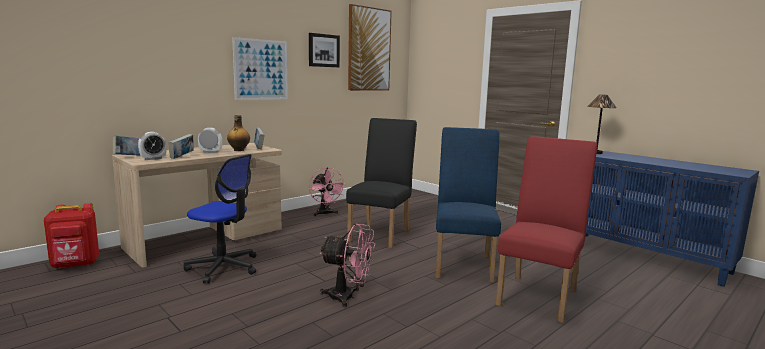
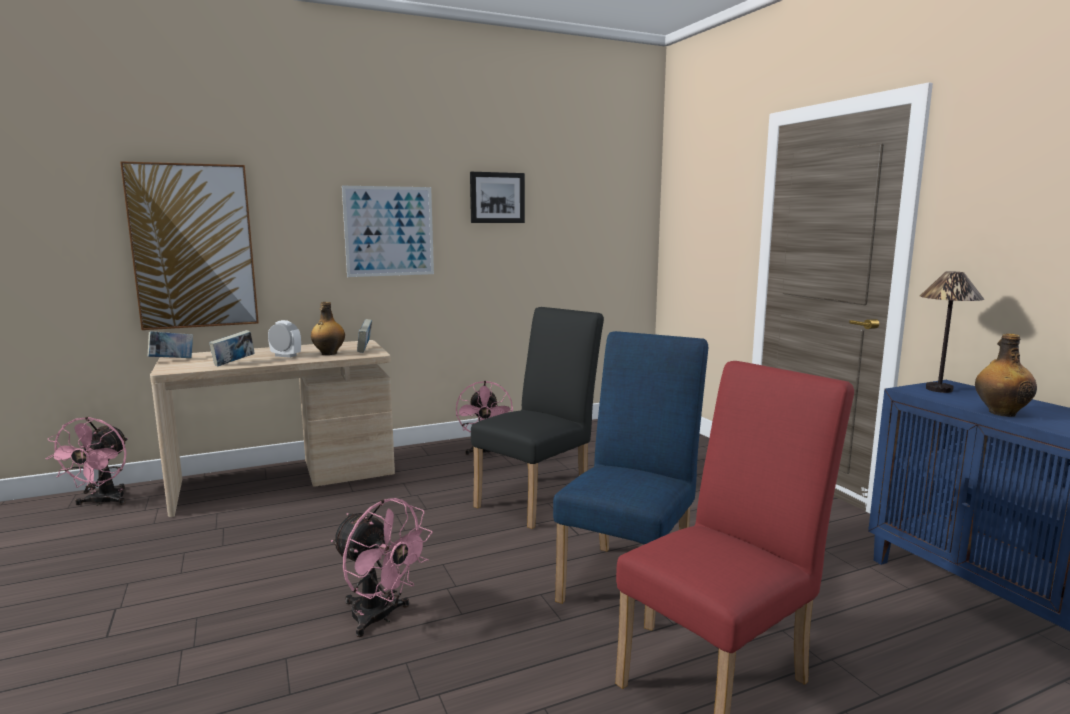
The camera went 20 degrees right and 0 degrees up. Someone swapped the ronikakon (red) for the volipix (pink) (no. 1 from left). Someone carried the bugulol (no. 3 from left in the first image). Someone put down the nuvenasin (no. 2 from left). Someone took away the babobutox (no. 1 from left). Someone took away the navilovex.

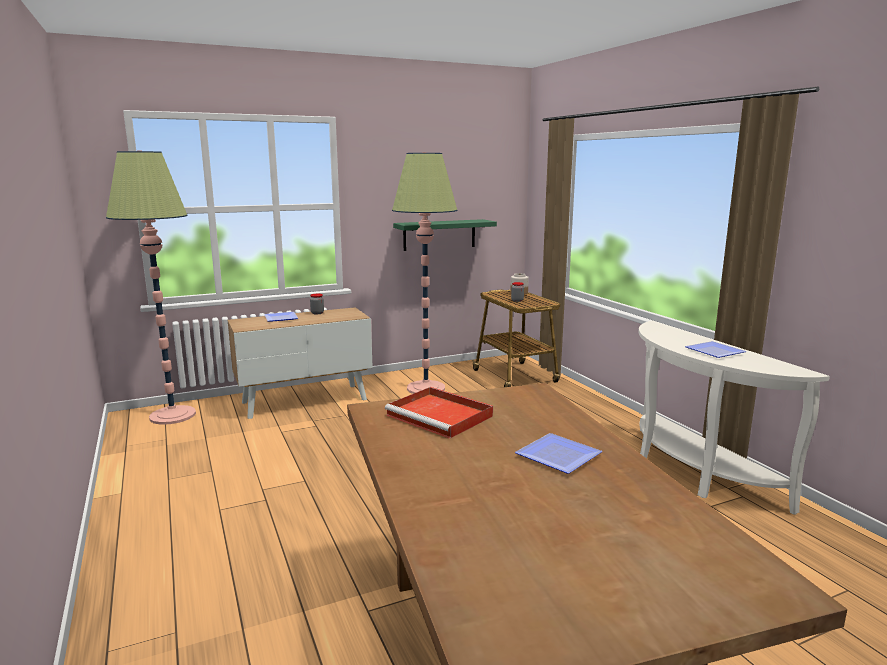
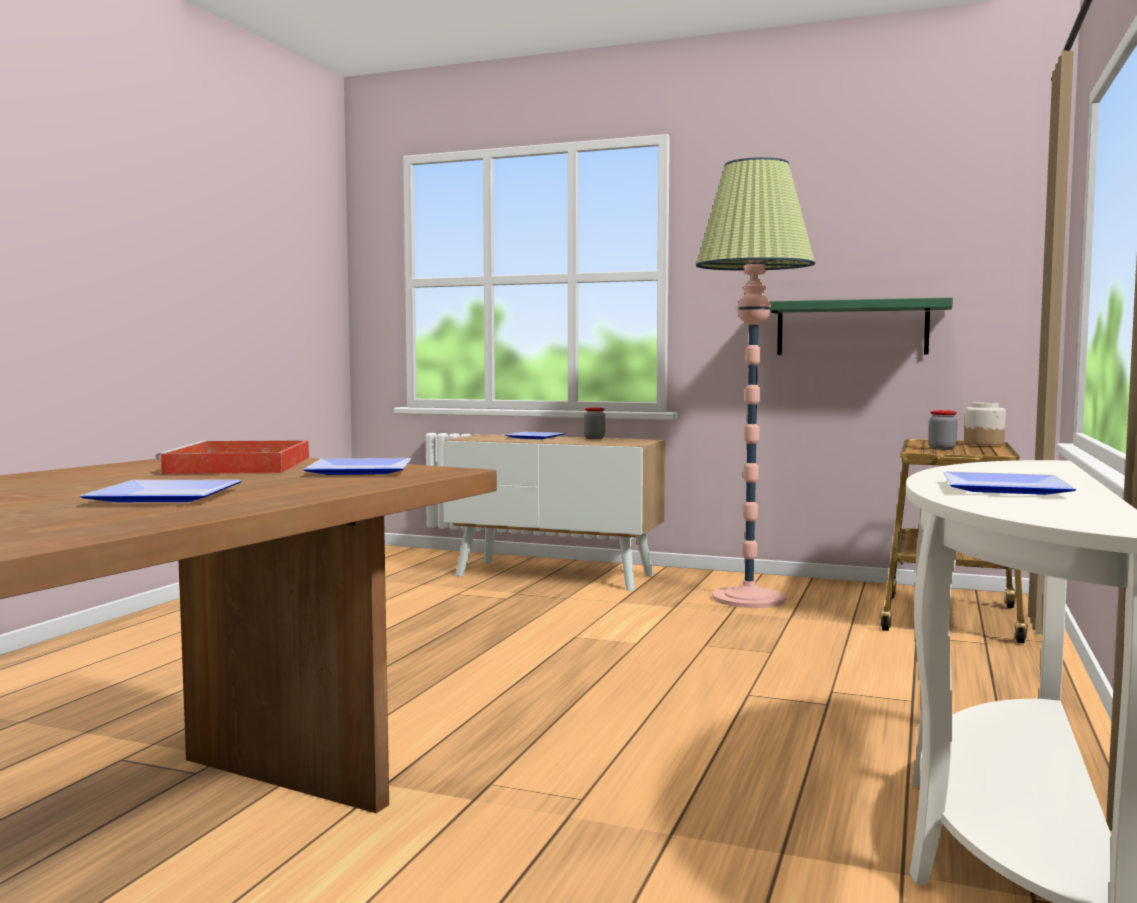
The camera went 45 degrees right and 10 degrees down. Someone put down the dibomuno (no. 2 from left). Someone took away the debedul (no. 1 from left).

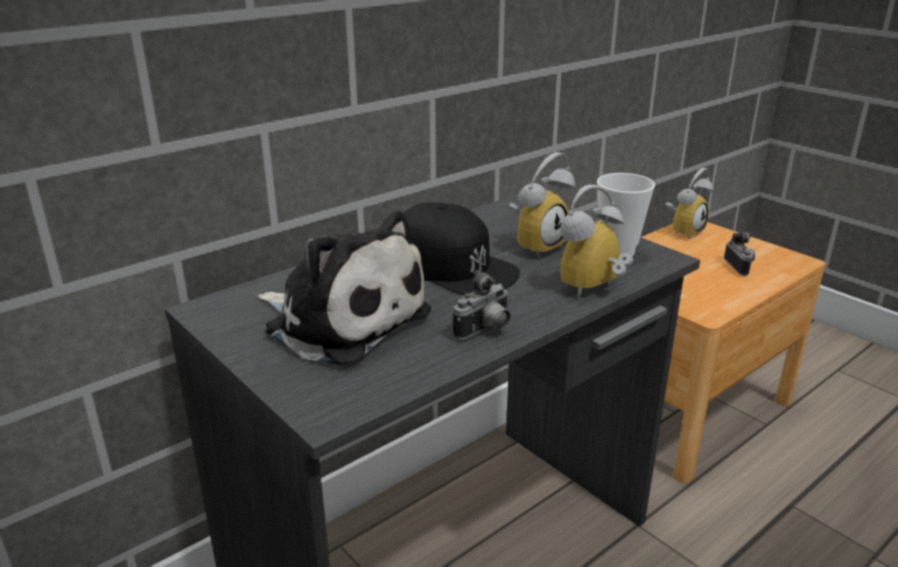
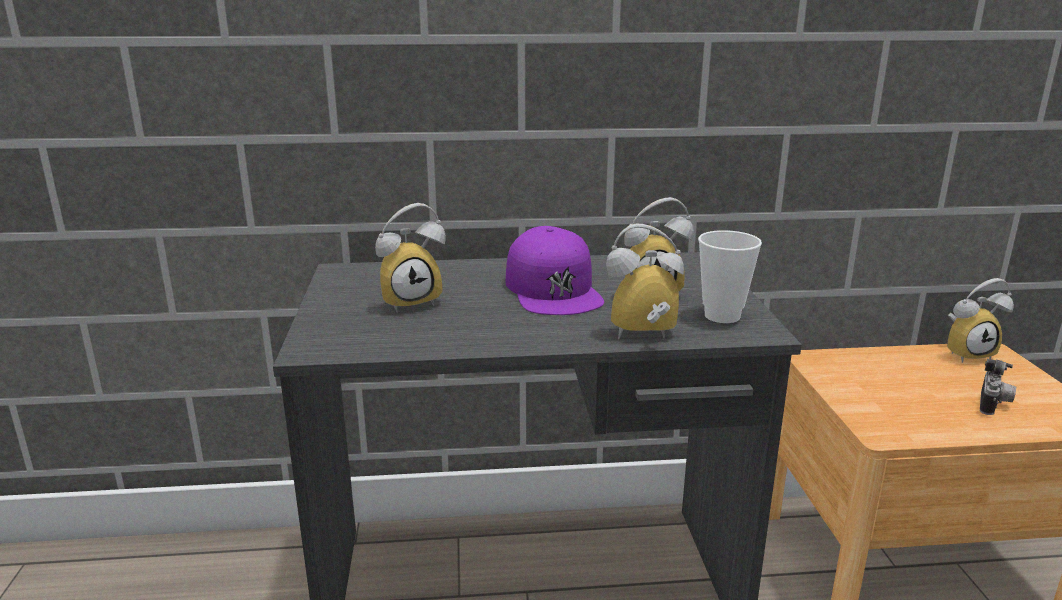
The camera went 35 degrees right and 5 degrees down. Someone swapped the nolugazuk for the babobutox (no. 1 from left). Someone repainted the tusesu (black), which became the tusesu (purple). Someone took away the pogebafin (no. 1 from left).

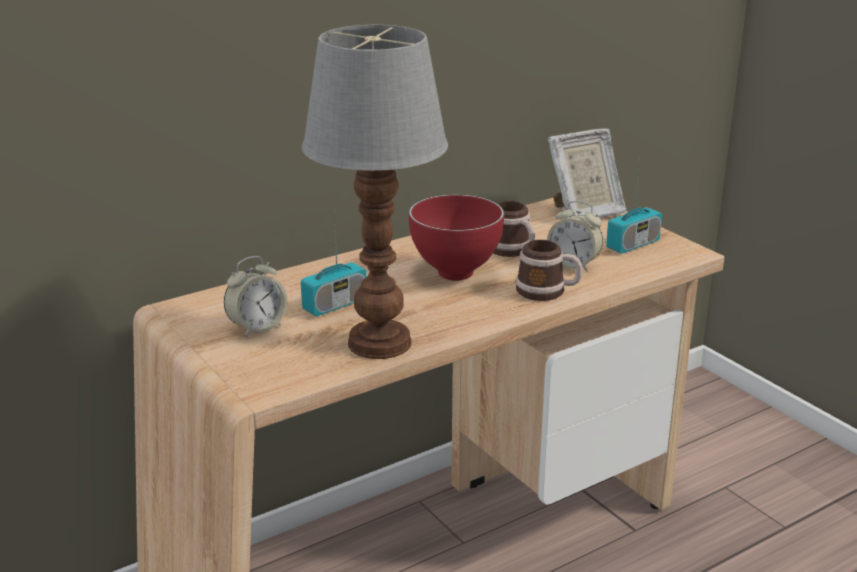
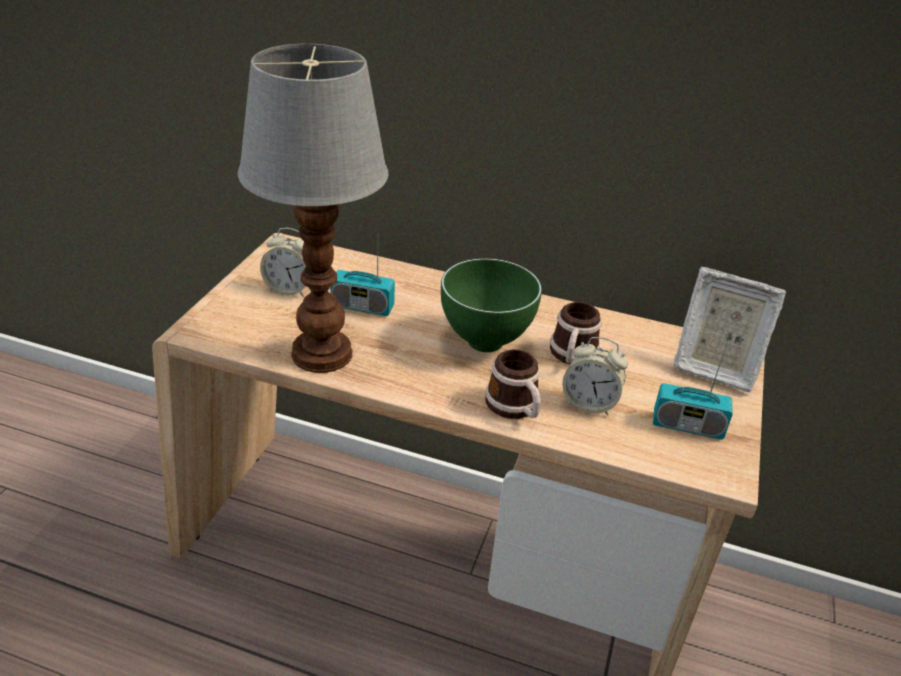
The camera went 50 degrees right and 10 degrees up. Someone repainted the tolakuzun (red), which became the tolakuzun (green). Someone rotated the babobutox (no. 2 from left) by 60 degrees counterclockwise.

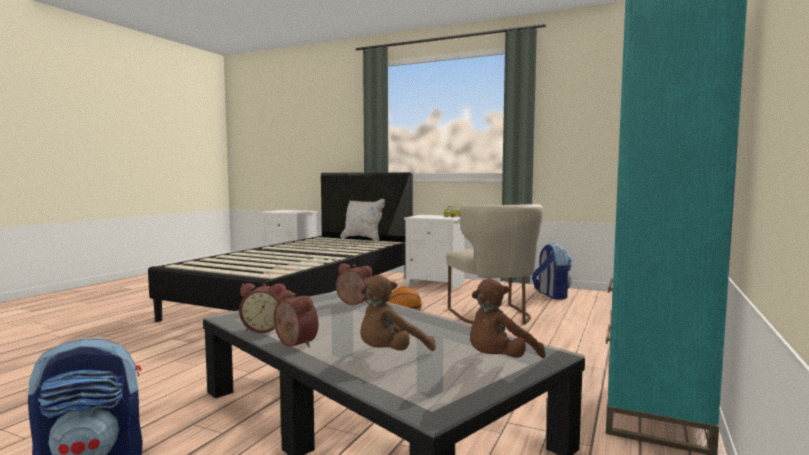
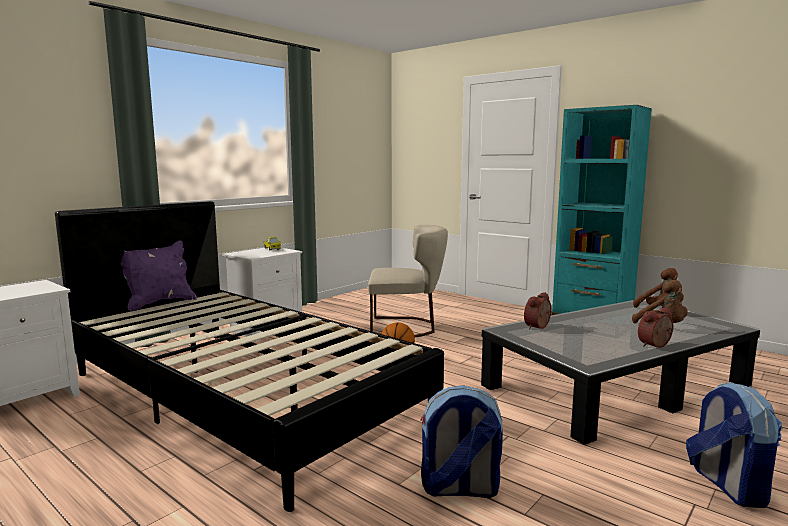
The camera went 75 degrees left and 5 degrees up. Someone repainted the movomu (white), which became the movomu (purple). Someone carried the ronikakon (no. 2 from left in the first image). Someone took away the babobutox (no. 1 from left).

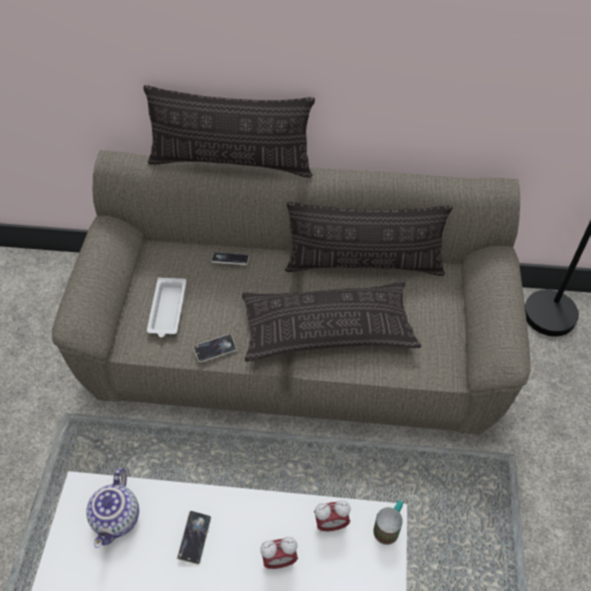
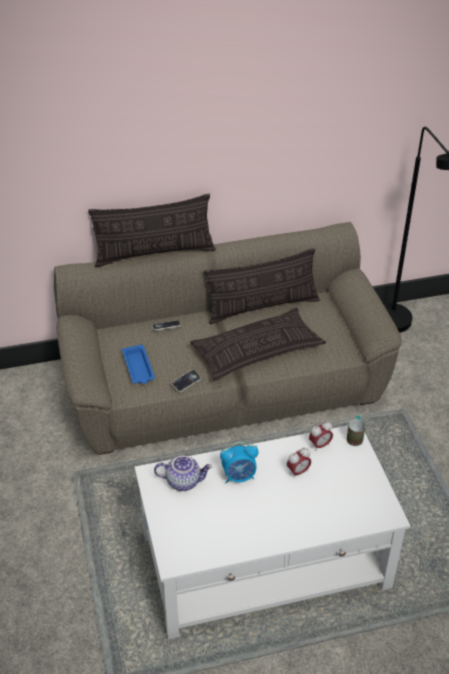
The camera went 20 degrees left and 10 degrees down. Someone repainted the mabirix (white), which became the mabirix (blue). Someone rotated the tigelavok by 75 degrees counterclockwise. Someone swapped the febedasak (no. 1 from left) for the babobutox (no. 1 from left).

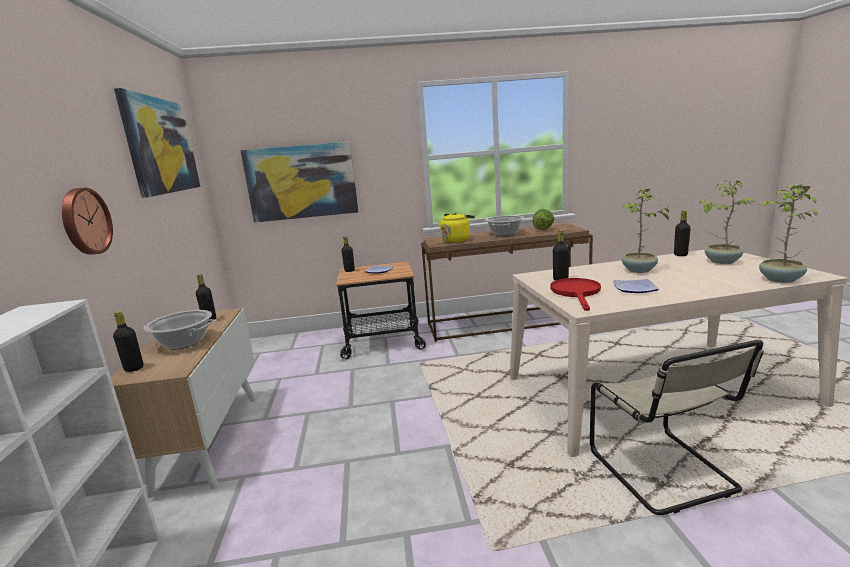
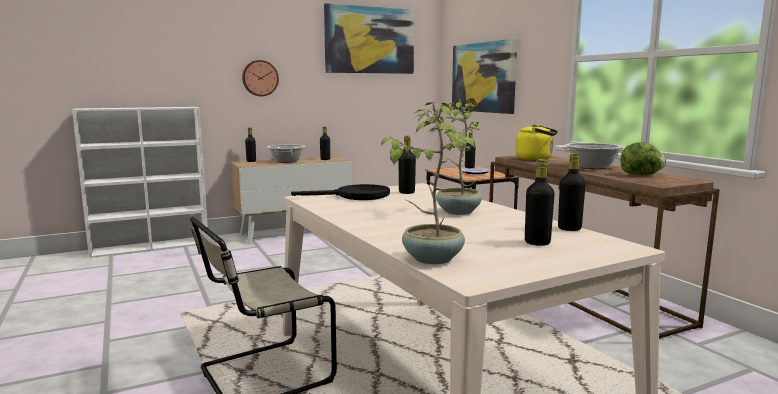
The camera went 70 degrees right and 5 degrees down. Someone repainted the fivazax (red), which became the fivazax (black). Someone swapped the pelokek (no. 2 from left) for the nuvenasin (black) (no. 5 from left). Someone took away the dibomuno (no. 2 from left).

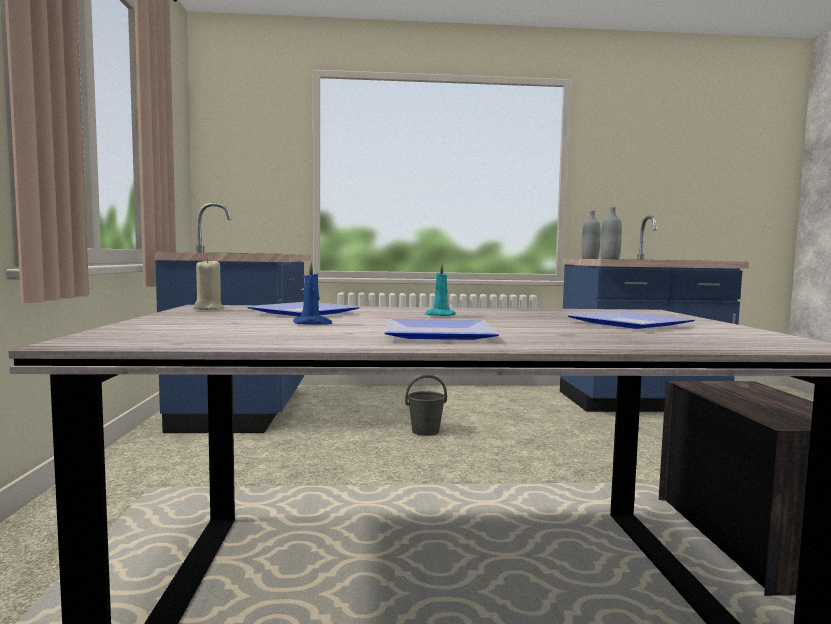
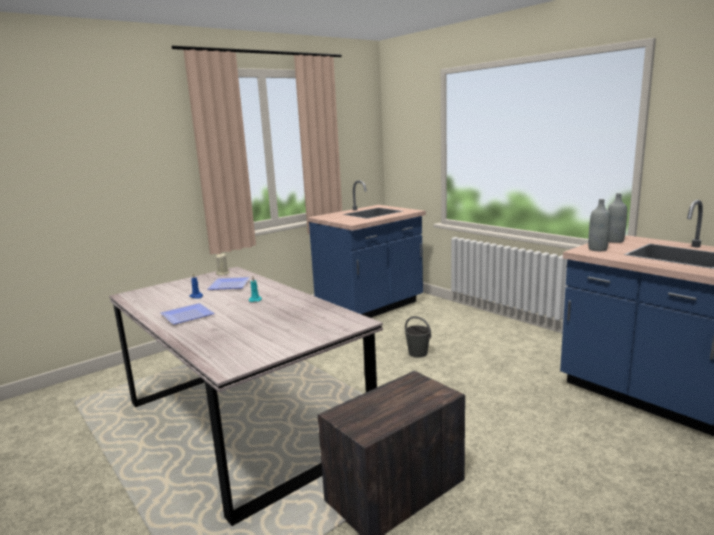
The camera went 55 degrees right and 10 degrees up. Someone took away the dibomuno (no. 3 from left).

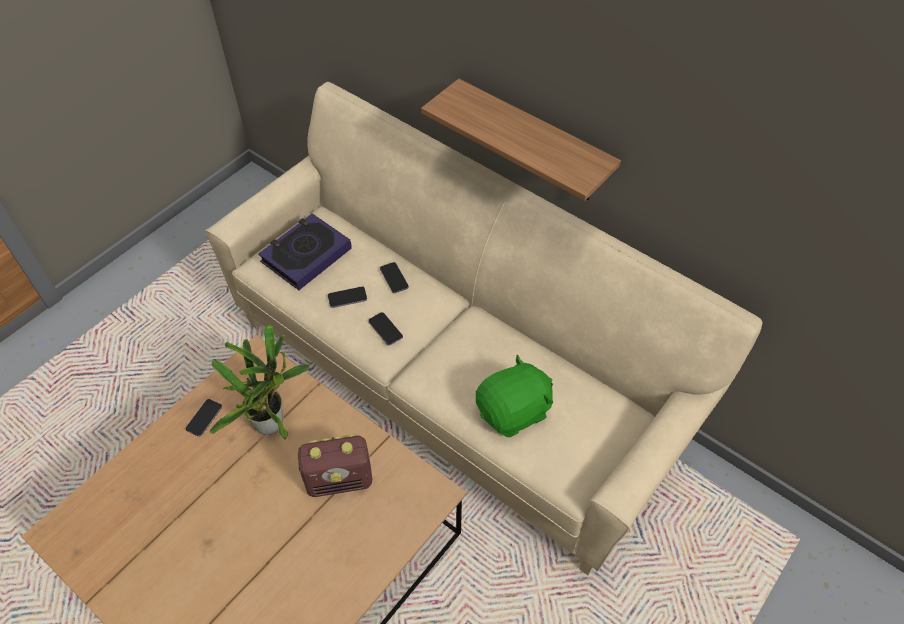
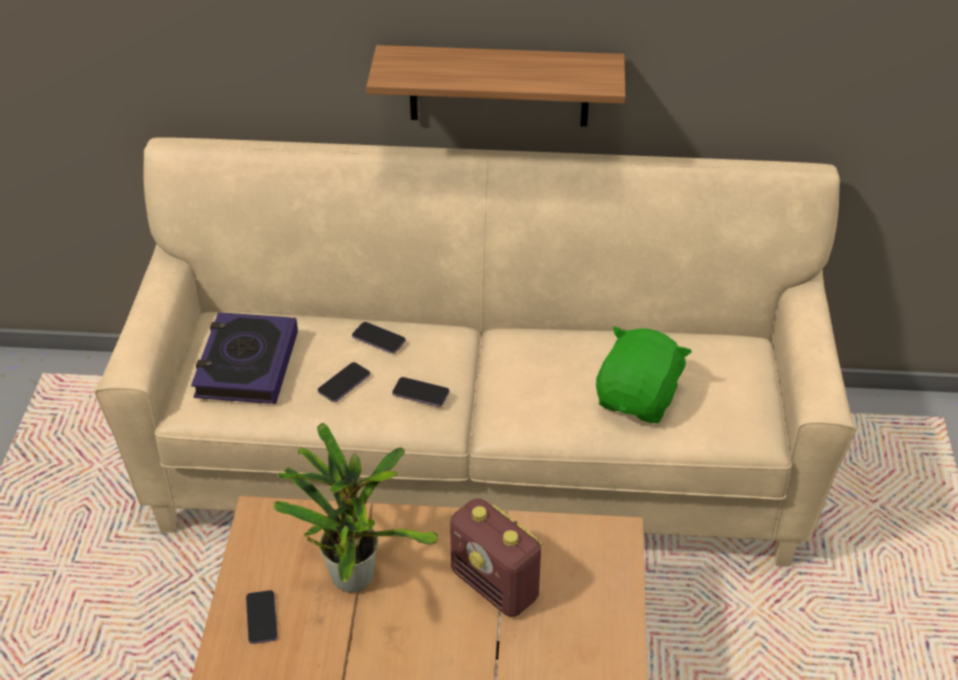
The camera went 35 degrees left and 10 degrees down. Someone rotated the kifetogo by 90 degrees clockwise.

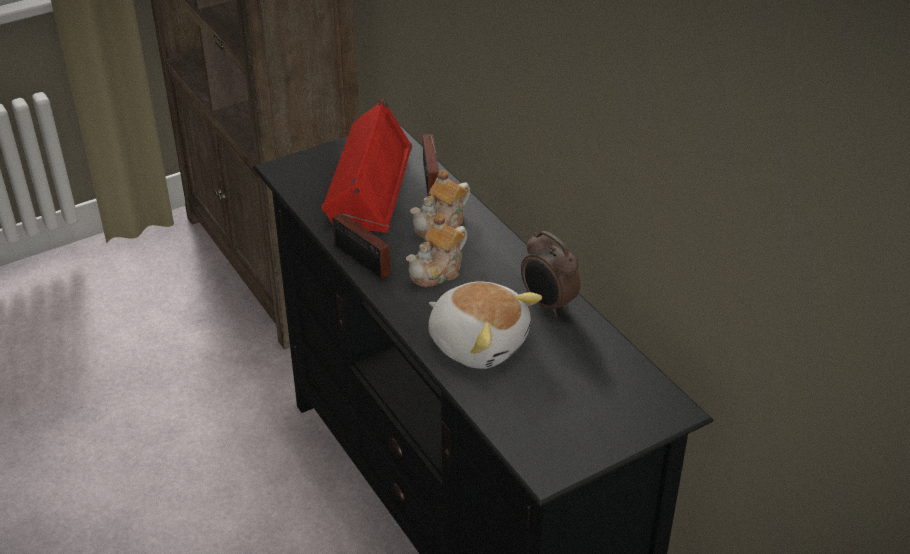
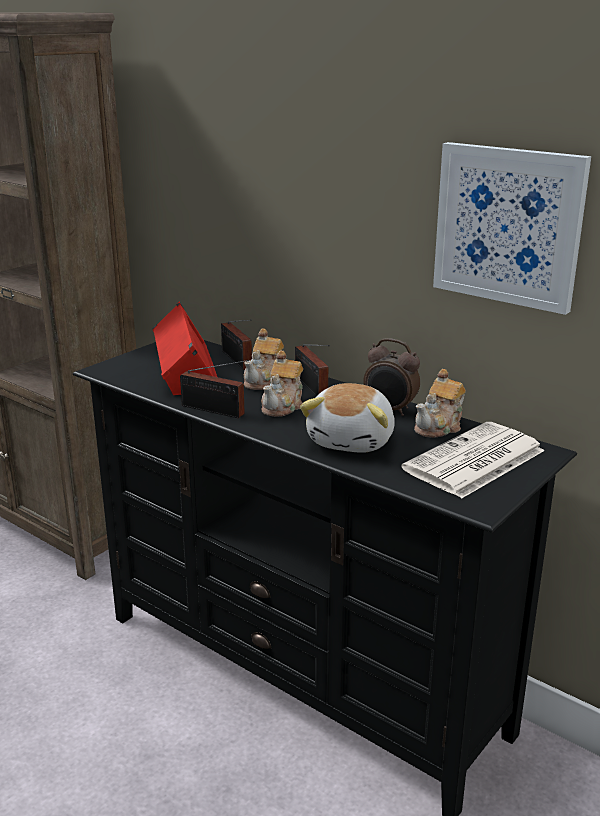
The camera went 20 degrees left and 15 degrees down. Someone put down the kifetogo (no. 3 from left). Someone rotated the nolugazuk by 90 degrees clockwise. Someone put down the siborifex. Someone put down the tigelavok (no. 3 from left). Someone put up the bugulol.

